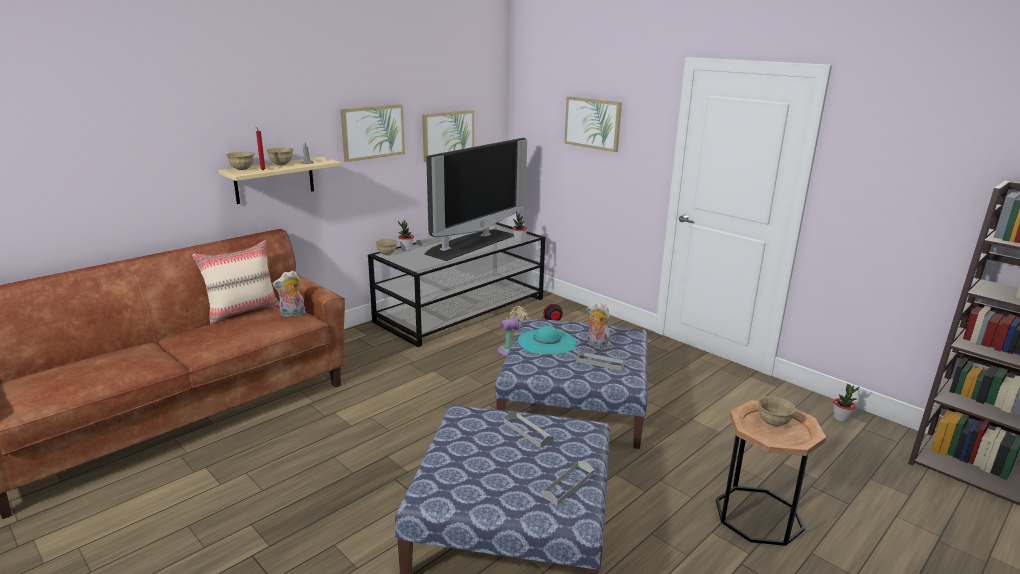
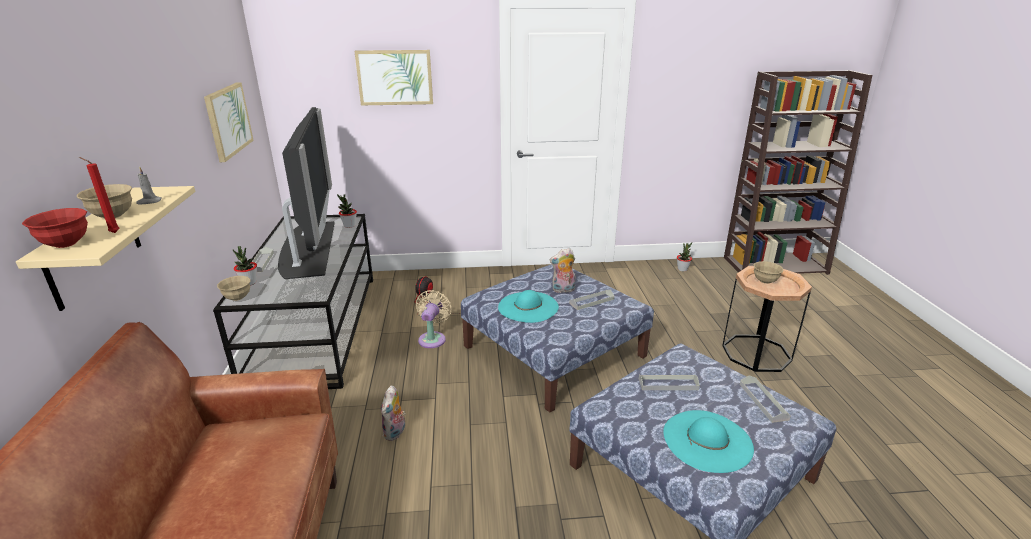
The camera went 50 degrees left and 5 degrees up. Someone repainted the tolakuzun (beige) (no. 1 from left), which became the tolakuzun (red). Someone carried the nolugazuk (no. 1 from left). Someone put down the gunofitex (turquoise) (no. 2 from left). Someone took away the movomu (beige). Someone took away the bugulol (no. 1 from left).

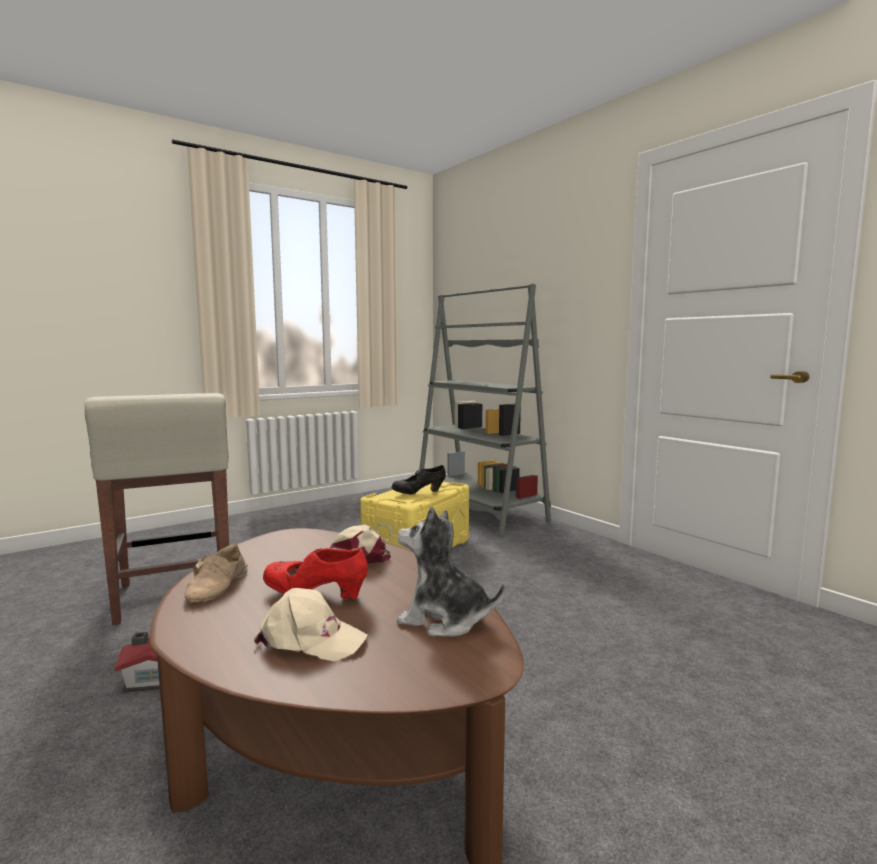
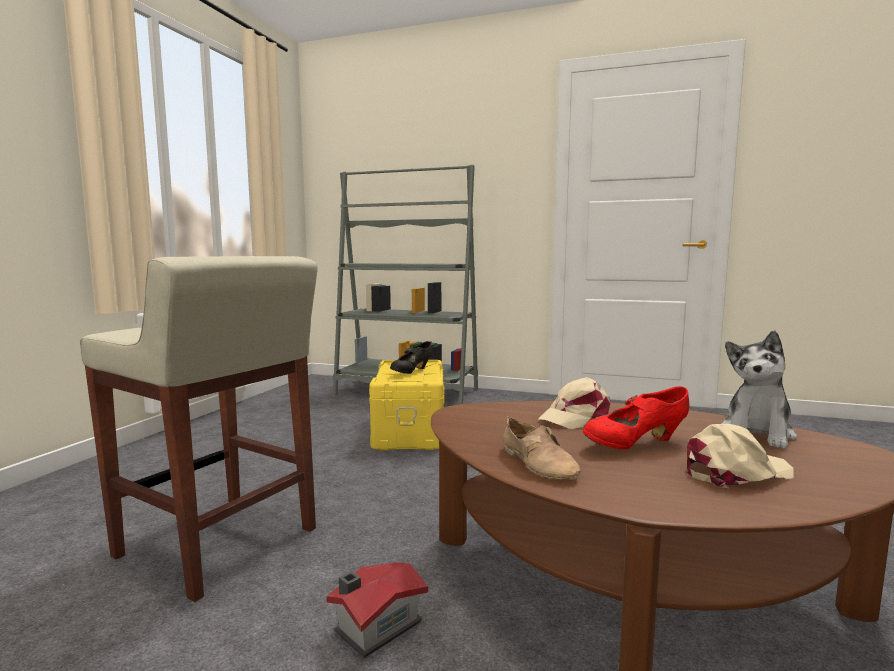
The camera went 35 degrees left and 0 degrees up. Someone rotated the nolugazuk by 45 degrees counterclockwise.

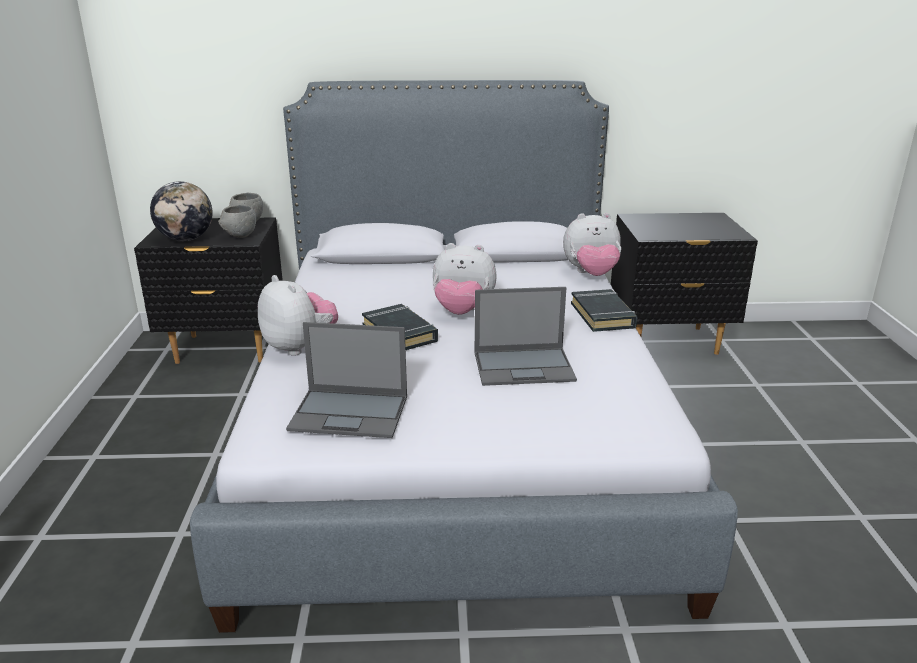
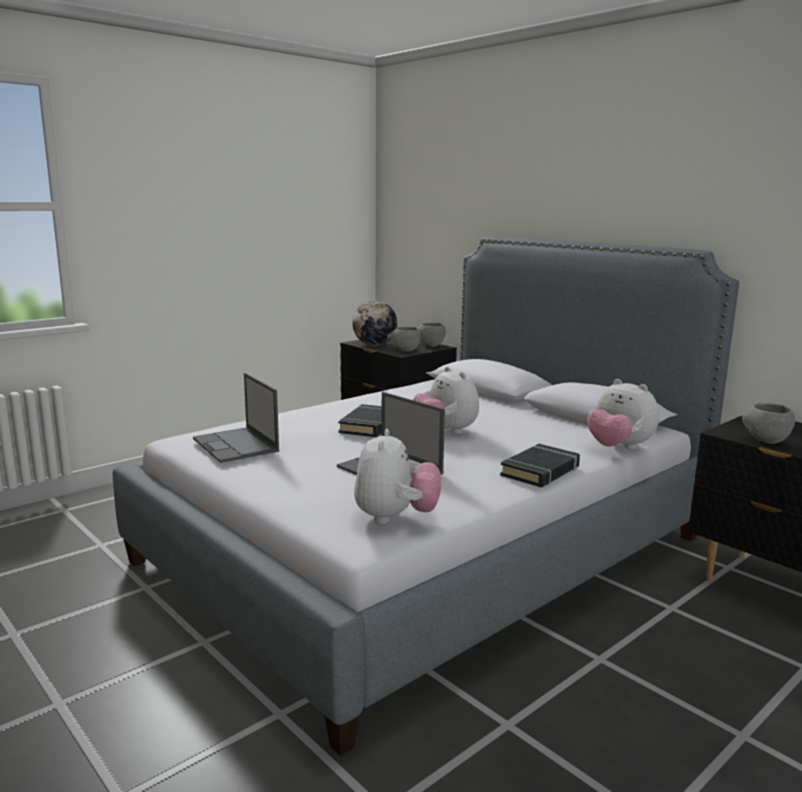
The camera went 50 degrees right and 10 degrees down. Someone carried the nolugazuk (no. 1 from left). Someone put down the tolakuzun (grey) (no. 3 from left).

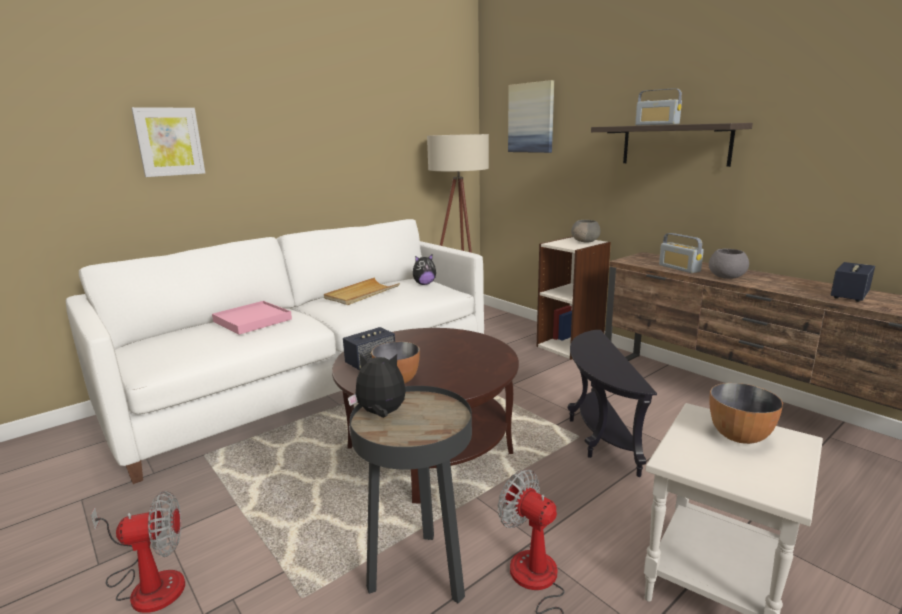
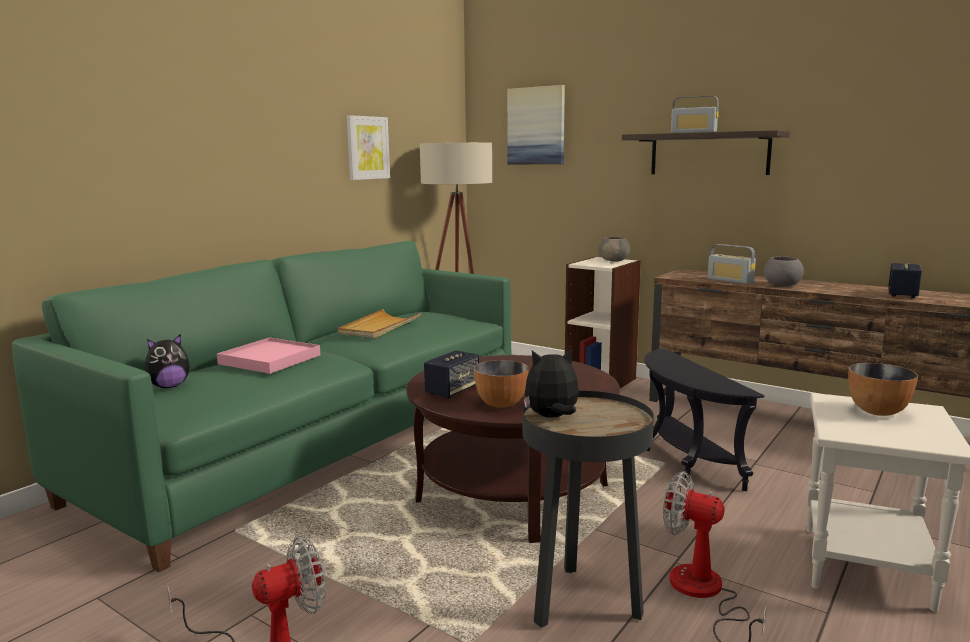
The camera went 15 degrees left and 5 degrees down. Someone repainted the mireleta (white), which became the mireleta (green). Someone carried the nolugazuk (no. 2 from left in the first image). Someone carried the bugulol (no. 1 from left).

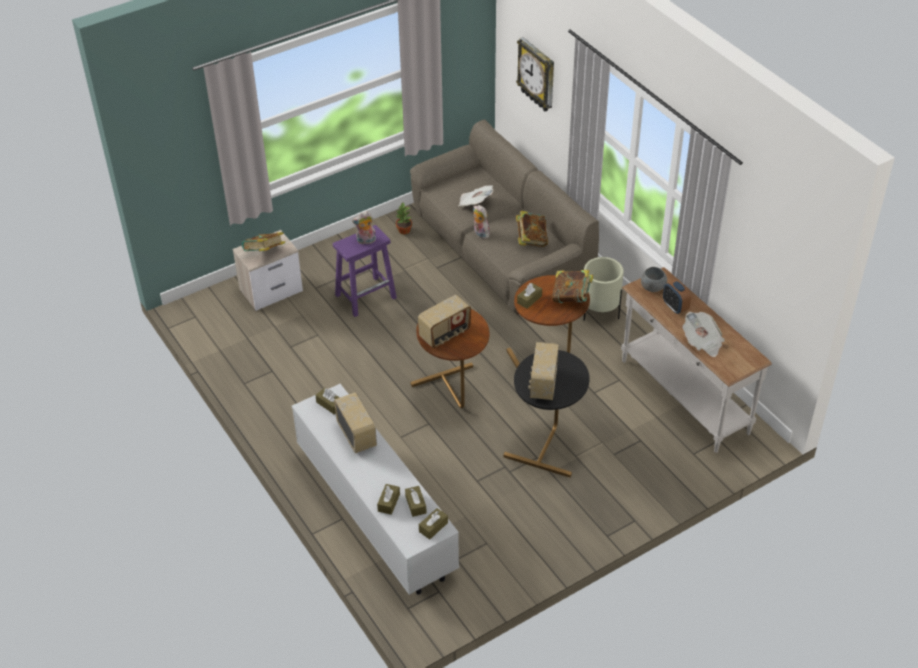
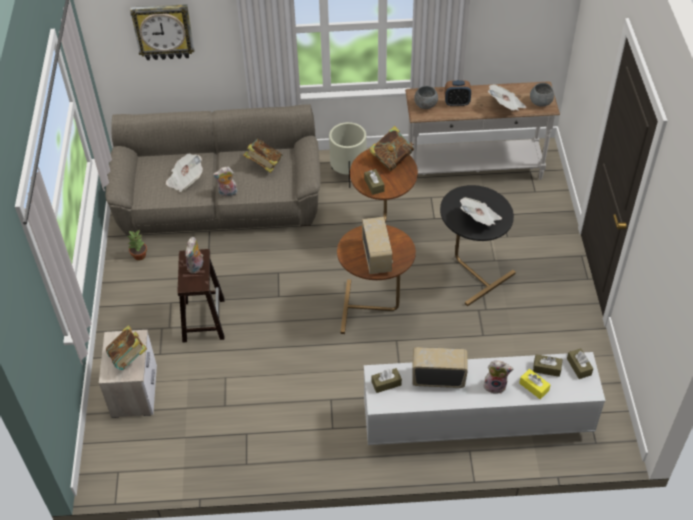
The camera went 60 degrees left and 5 degrees up. Someone repainted the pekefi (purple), which became the pekefi (brown). Someone swapped the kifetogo (no. 3 from left) for the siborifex (no. 2 from left). Someone put down the nolugazuk (no. 3 from left). Someone repainted the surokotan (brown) (no. 2 from left), which became the surokotan (yellow). Someone put down the tolakuzun (grey) (no. 2 from left).

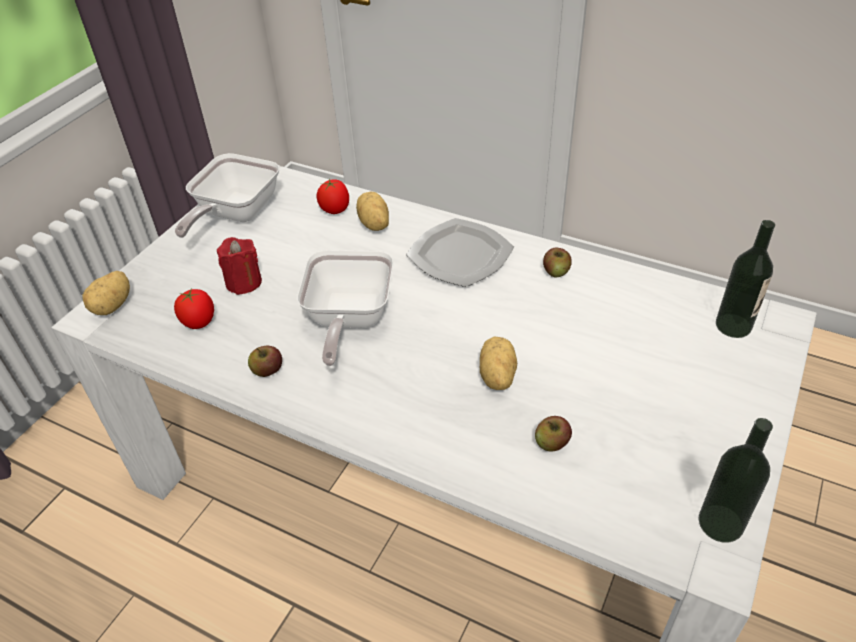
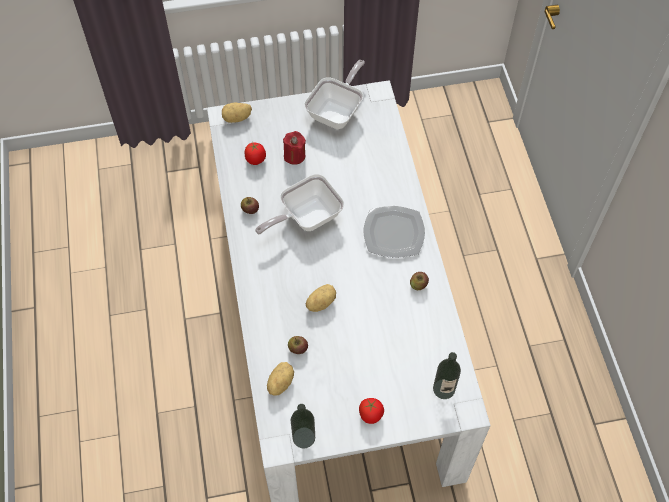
The camera went 50 degrees right and 15 degrees up. Someone carried the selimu (no. 2 from left). Someone rotated the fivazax (no. 1 from left in the first image) by 135 degrees clockwise. Someone carried the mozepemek (no. 2 from left).

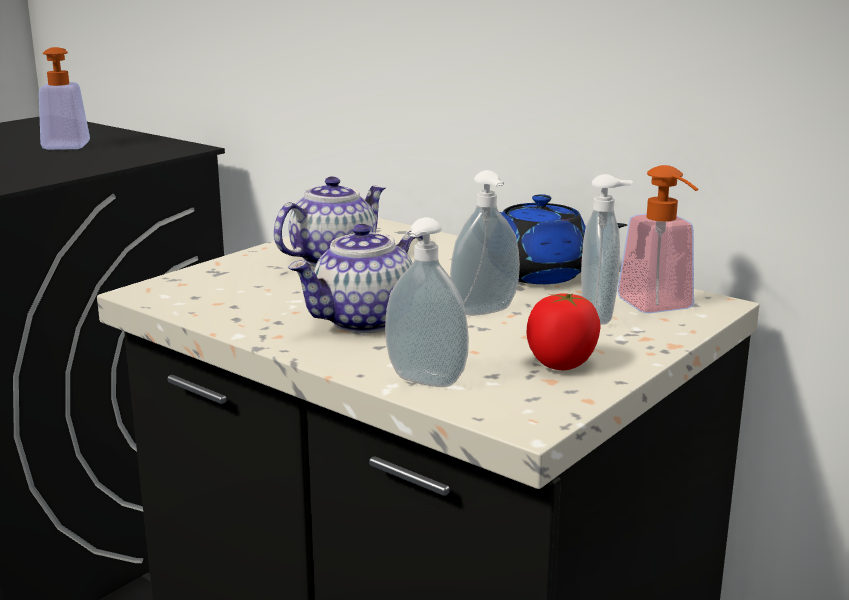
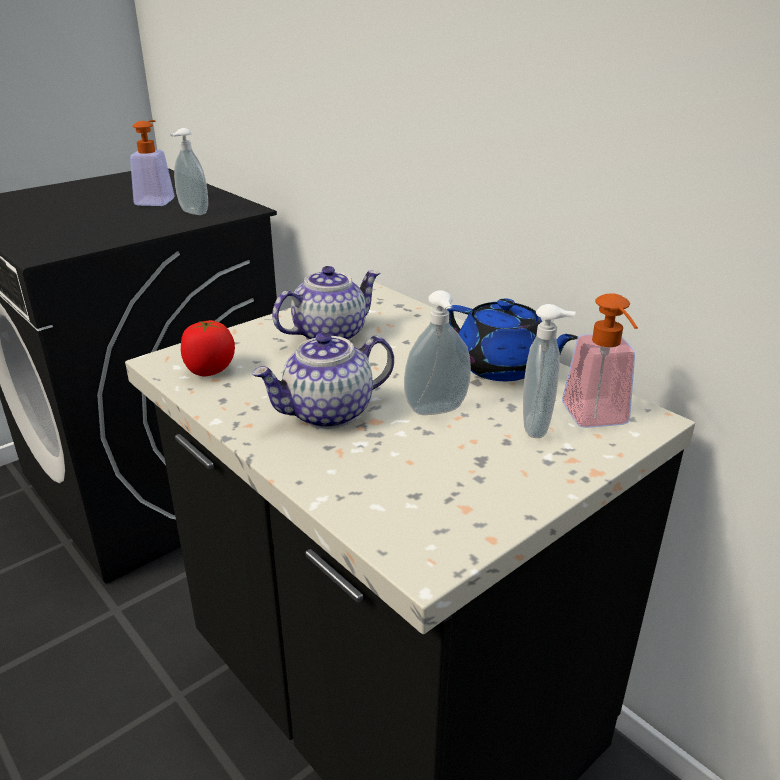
The camera went 10 degrees right and 10 degrees up. Someone carried the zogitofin (no. 2 from left). Someone carried the mozepemek.

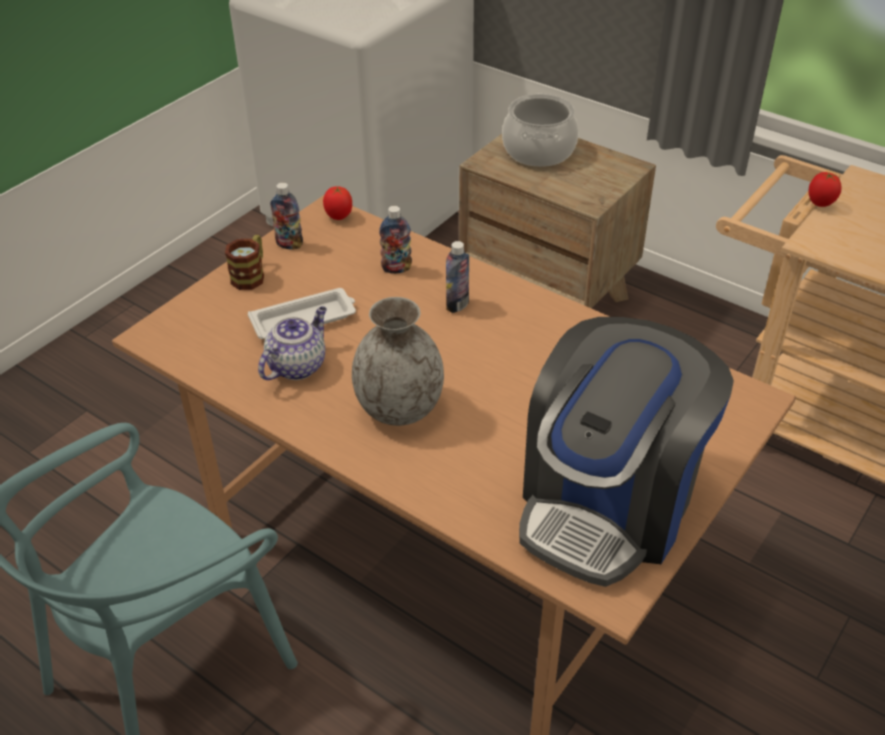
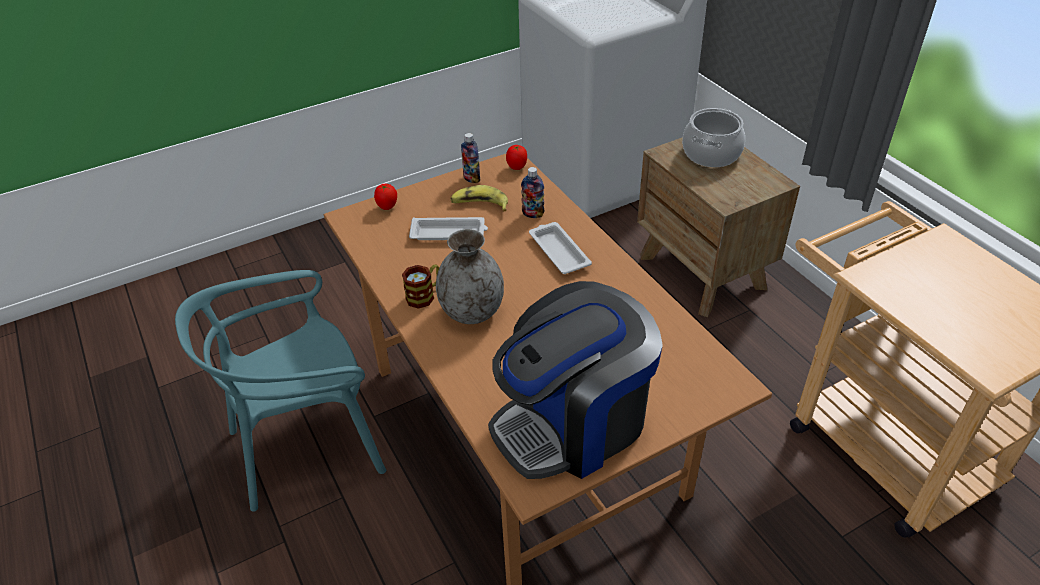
The camera went 25 degrees right and 0 degrees up. Someone carried the mozepemek (no. 2 from left in the first image). Someone carried the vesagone. Someone put down the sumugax. Someone swapped the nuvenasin (no. 3 from left) for the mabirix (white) (no. 2 from left). Someone took away the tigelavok.

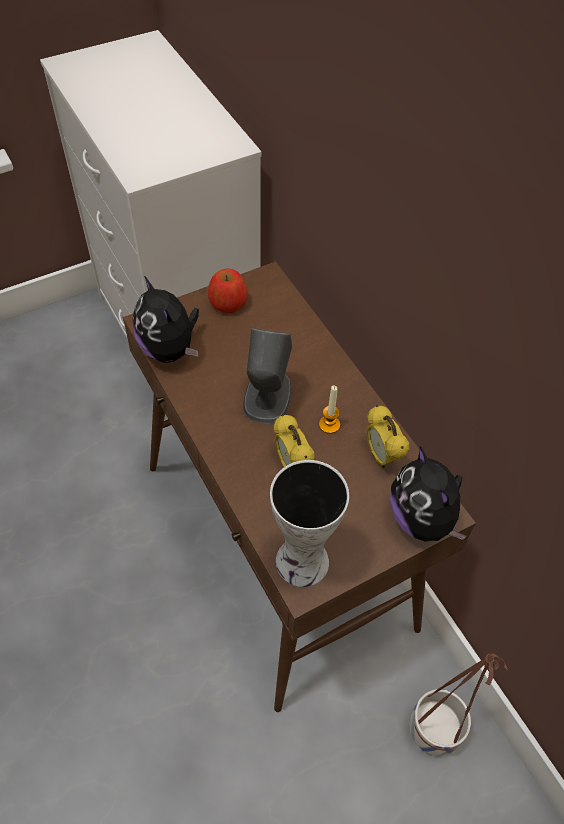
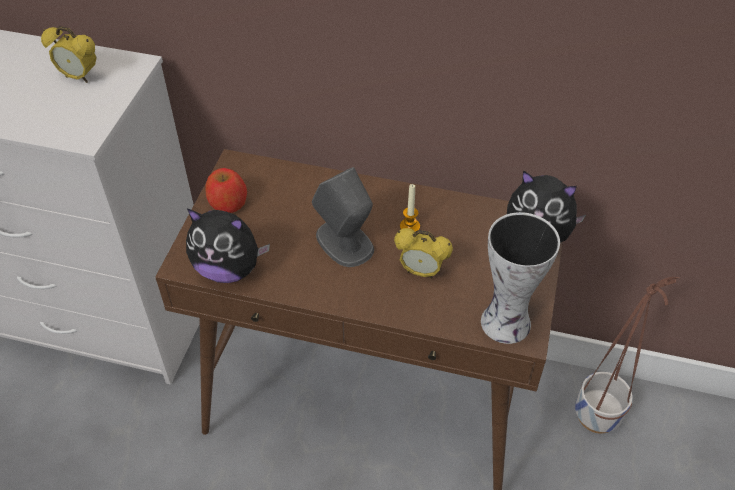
The camera went 45 degrees left and 5 degrees down. Someone carried the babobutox (no. 2 from left in the first image).

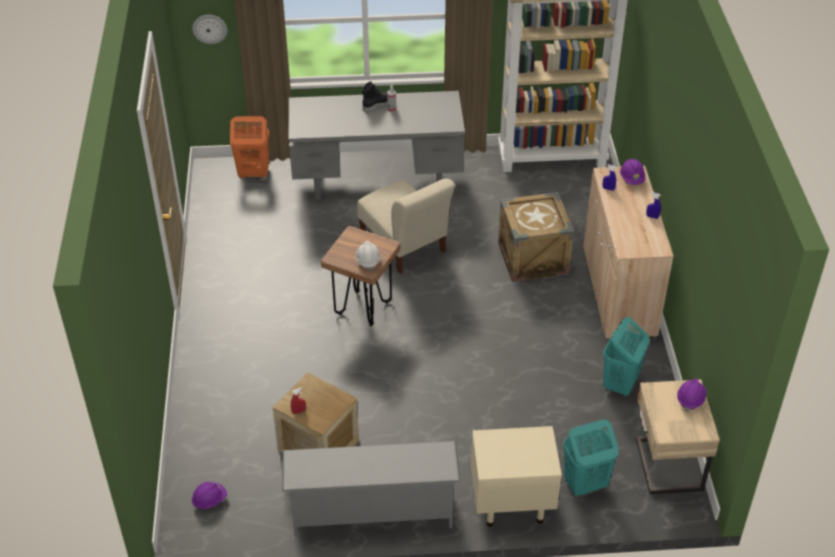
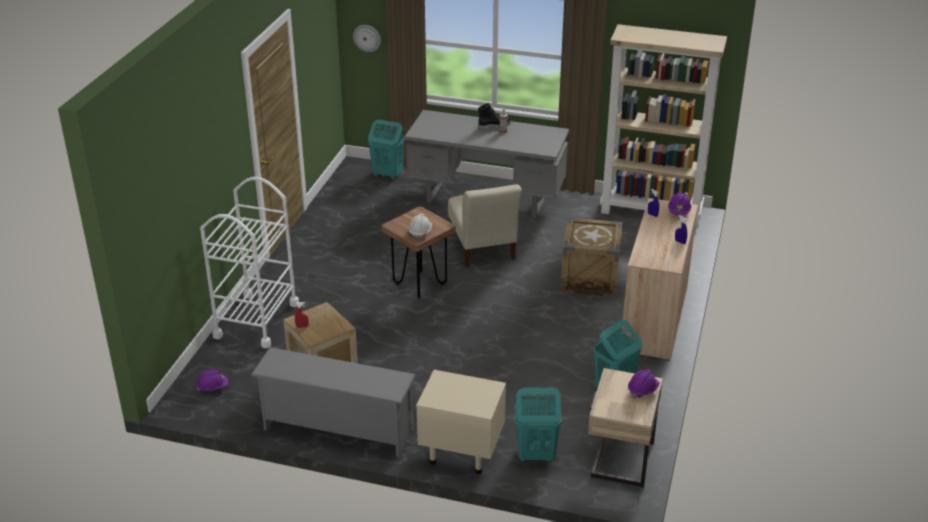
The camera went 20 degrees right and 10 degrees down. Someone put down the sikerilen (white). Someone repainted the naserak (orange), which became the naserak (turquoise) (no. 1 from left).

